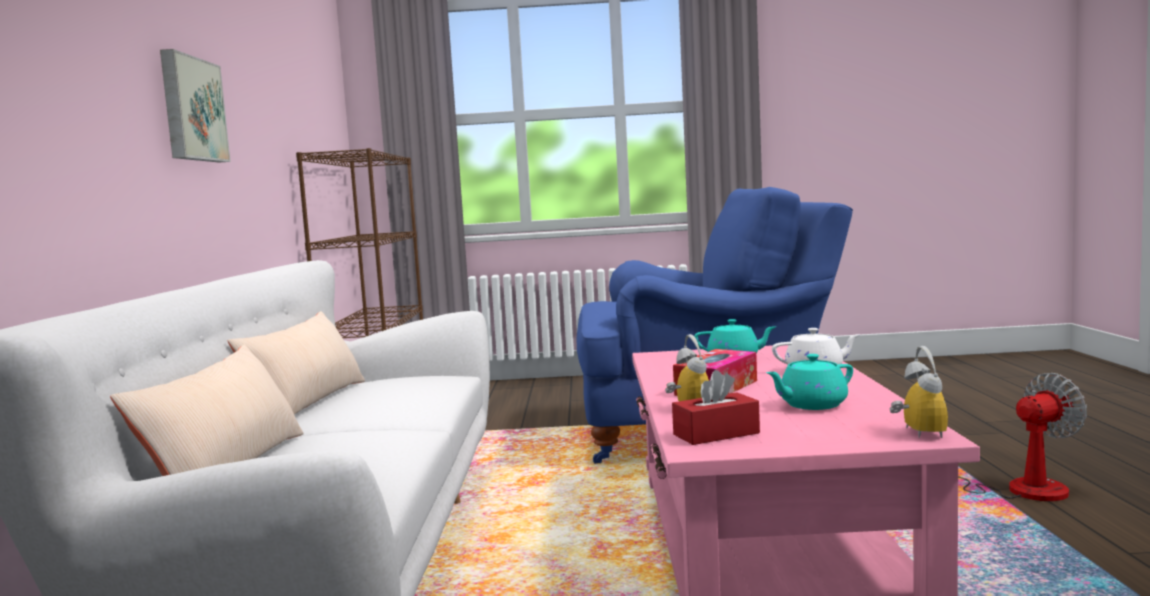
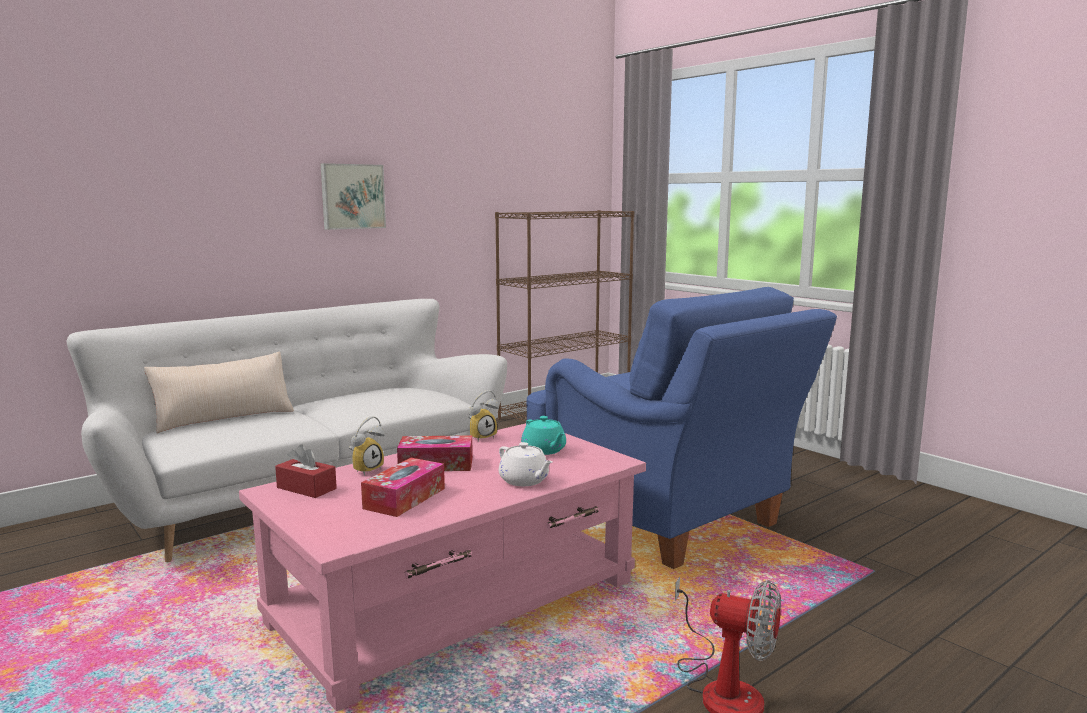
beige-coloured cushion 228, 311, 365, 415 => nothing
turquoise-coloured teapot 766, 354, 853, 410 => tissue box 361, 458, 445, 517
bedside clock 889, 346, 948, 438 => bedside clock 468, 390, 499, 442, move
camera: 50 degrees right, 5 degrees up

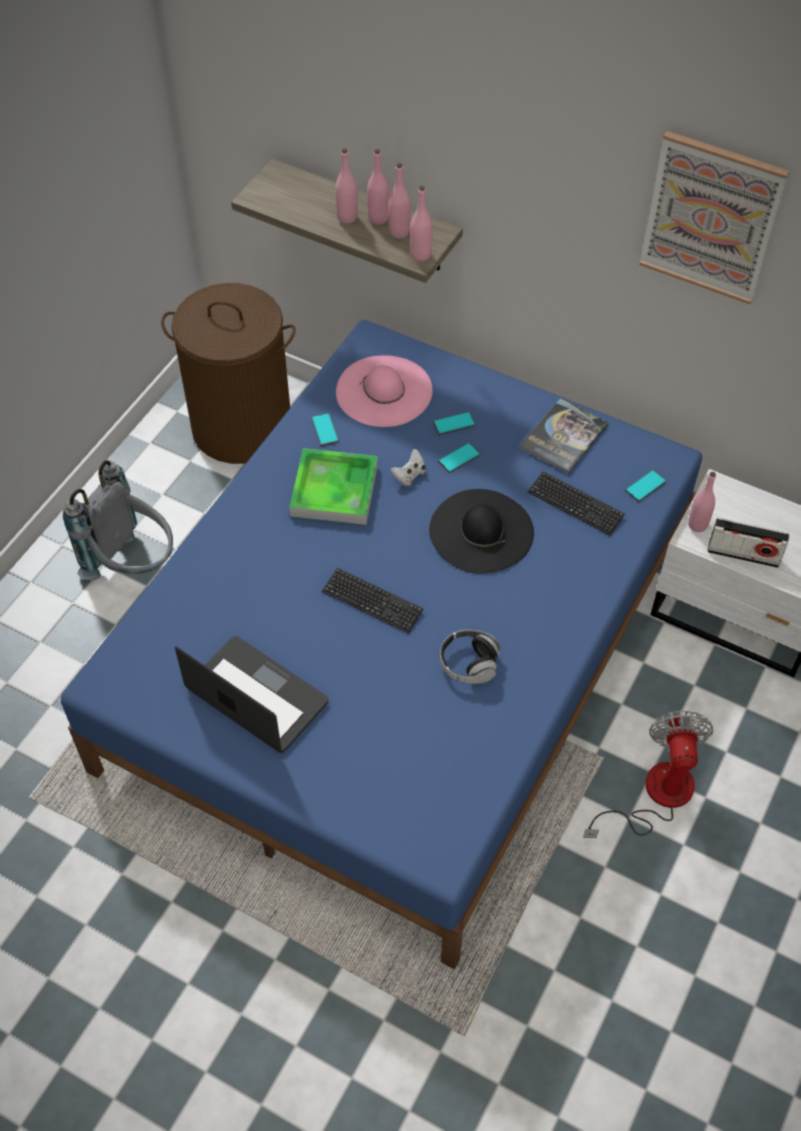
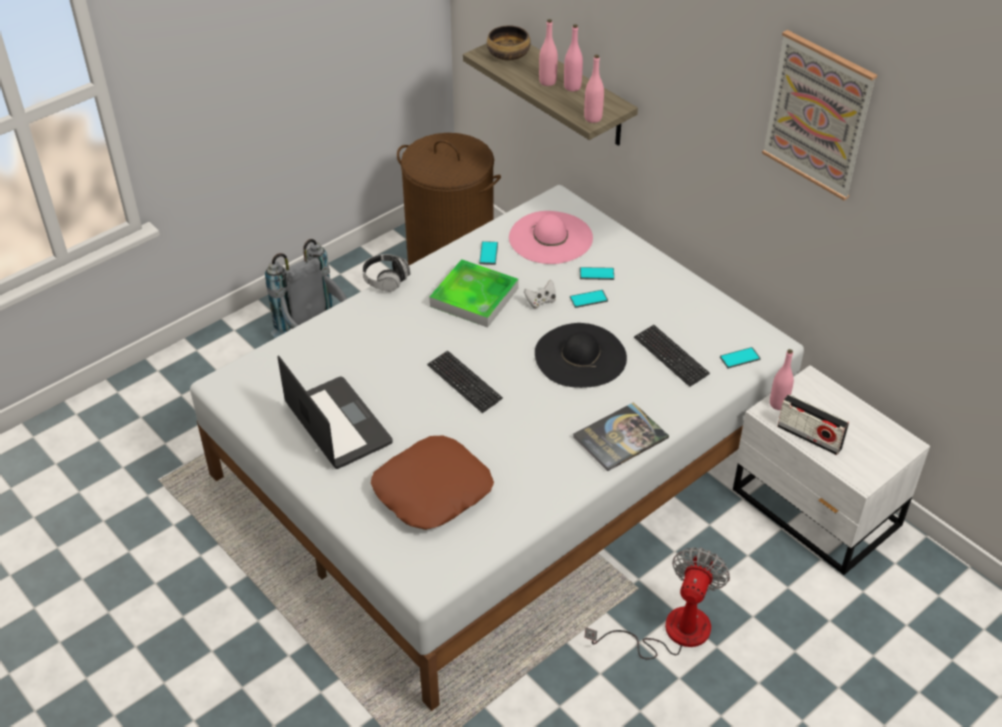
blue bedroom bed 61, 320, 702, 970 => white bedroom bed 190, 185, 804, 711
pink drink bottle 388, 163, 410, 238 => nothing
headphones 440, 629, 501, 684 => headphones 362, 254, 410, 292, move
bound book 519, 398, 609, 474 => bound book 573, 402, 669, 471, move
nothing => brown-coloured cushion 371, 435, 494, 530
nothing => serving bowl 487, 25, 530, 61
camera: 20 degrees right, 10 degrees down

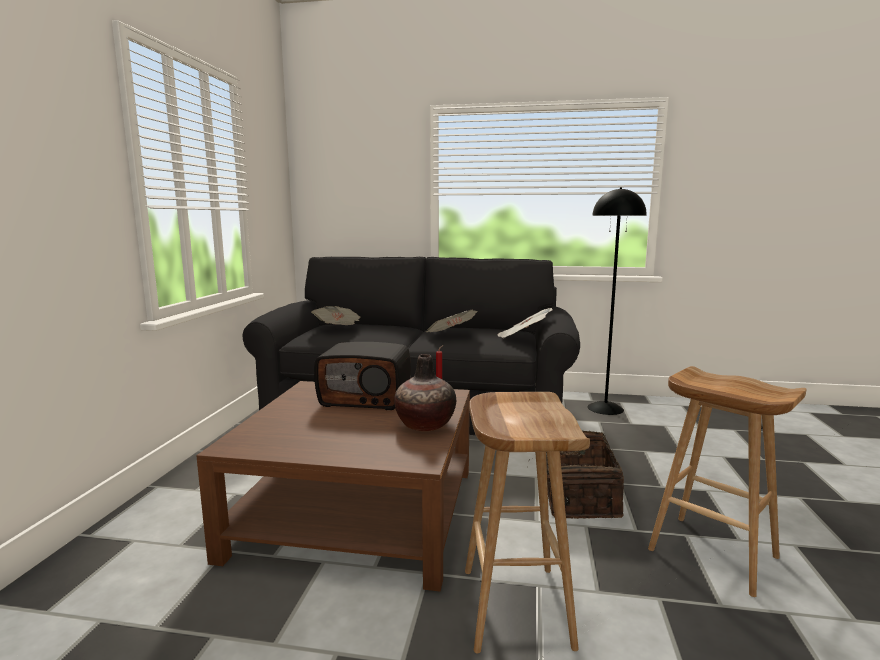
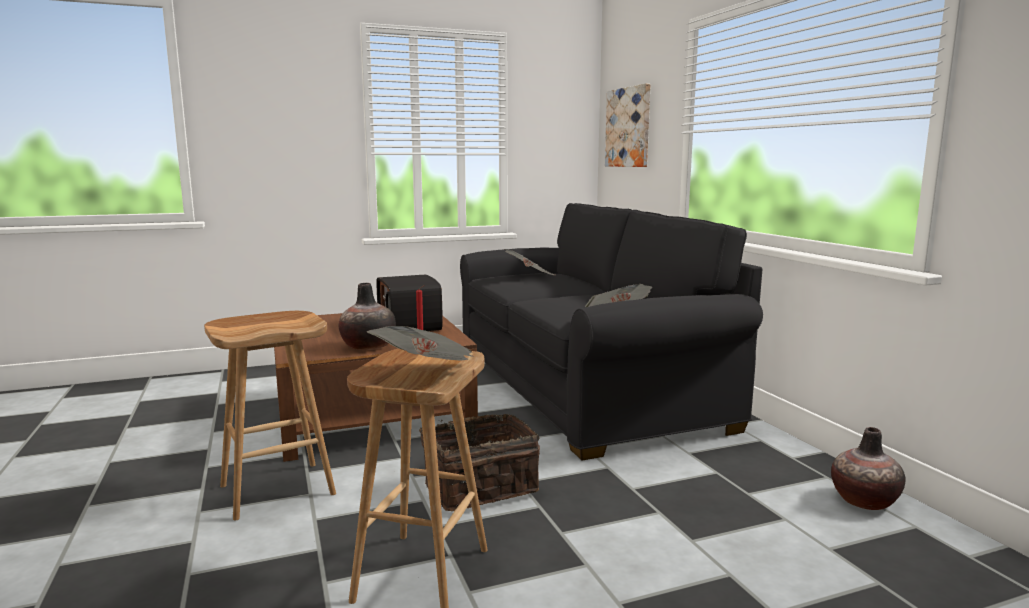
newspaper 426, 310, 478, 332 => newspaper 367, 326, 472, 360, move
black-coloured floor lamp 587, 187, 646, 415 => nothing
nothing => wall art 605, 83, 650, 167
nothing => vase 831, 427, 906, 510
camera: 60 degrees right, 0 degrees up

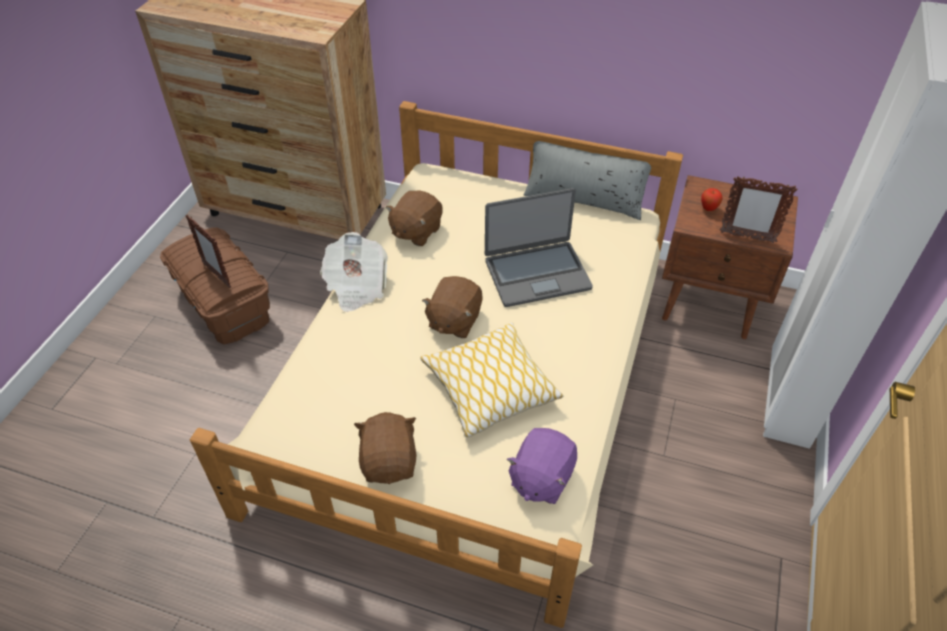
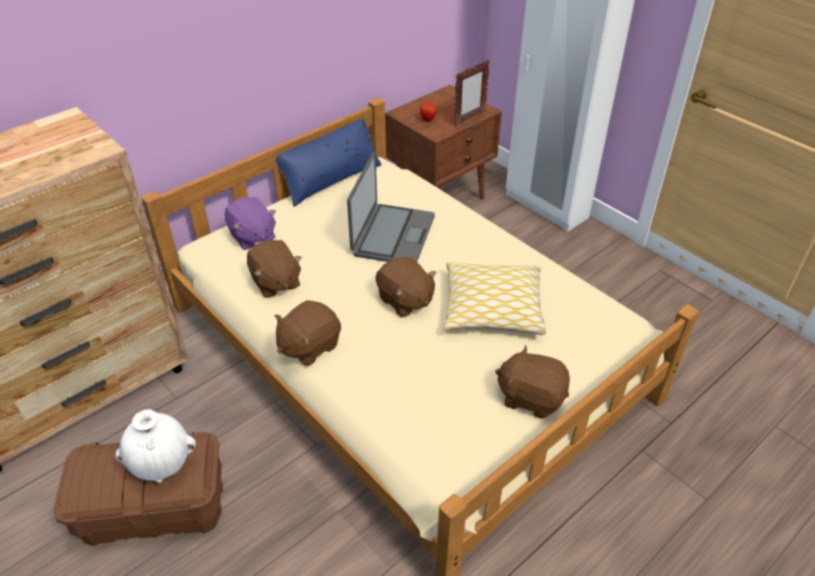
photo frame 186, 214, 231, 288 => white vase 116, 409, 196, 483
newspaper 320, 232, 388, 312 => brown-coloured cuddly toy 274, 300, 341, 366
purple-coloured cuddly toy 507, 428, 577, 504 => purple-coloured cuddly toy 225, 197, 276, 250, move
gray cushion 524, 141, 651, 220 => blue cushion 276, 119, 382, 207
camera: 60 degrees left, 5 degrees down

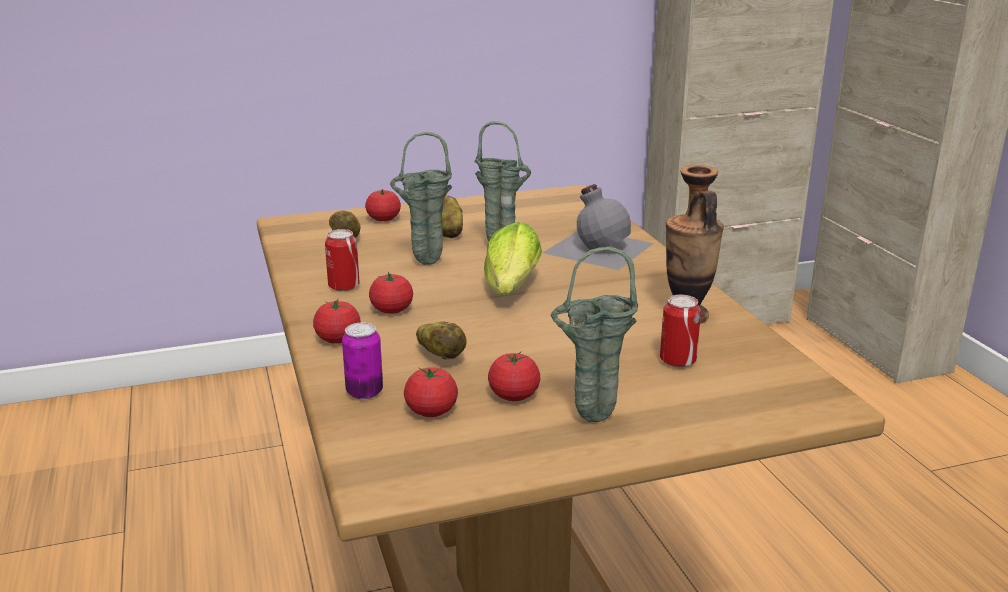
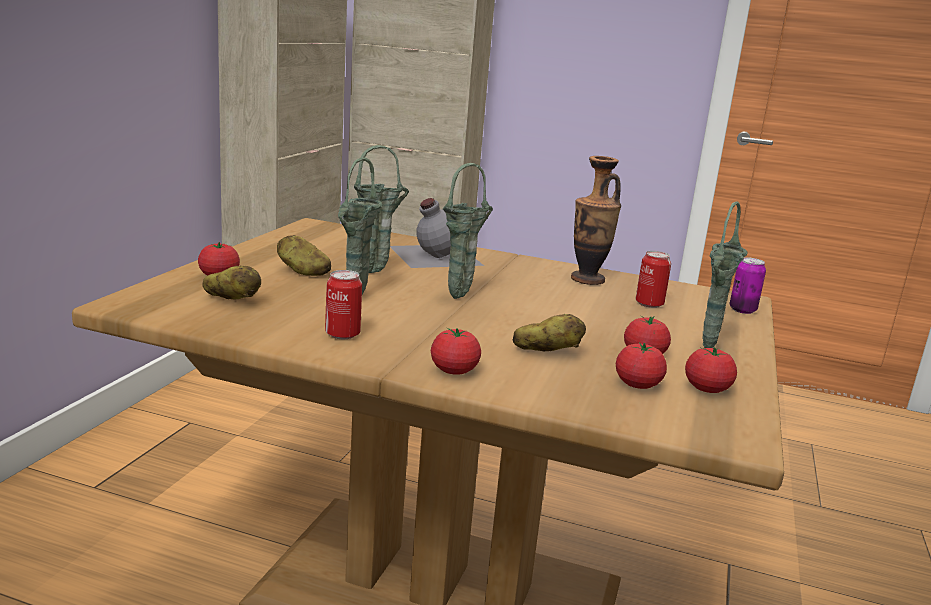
can 342, 323, 383, 399 => can 730, 257, 766, 314, move
whole tomato 369, 272, 413, 314 => whole tomato 685, 347, 737, 393, move
lettuce head 484, 222, 542, 295 => green vase 443, 163, 493, 299
camera: 55 degrees left, 5 degrees down

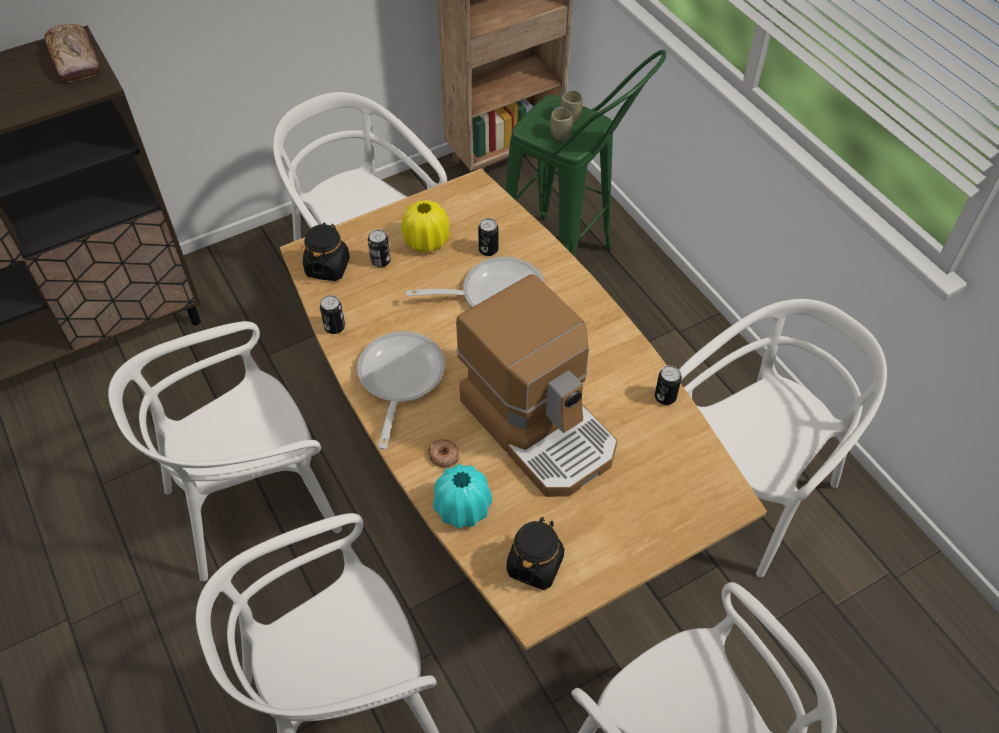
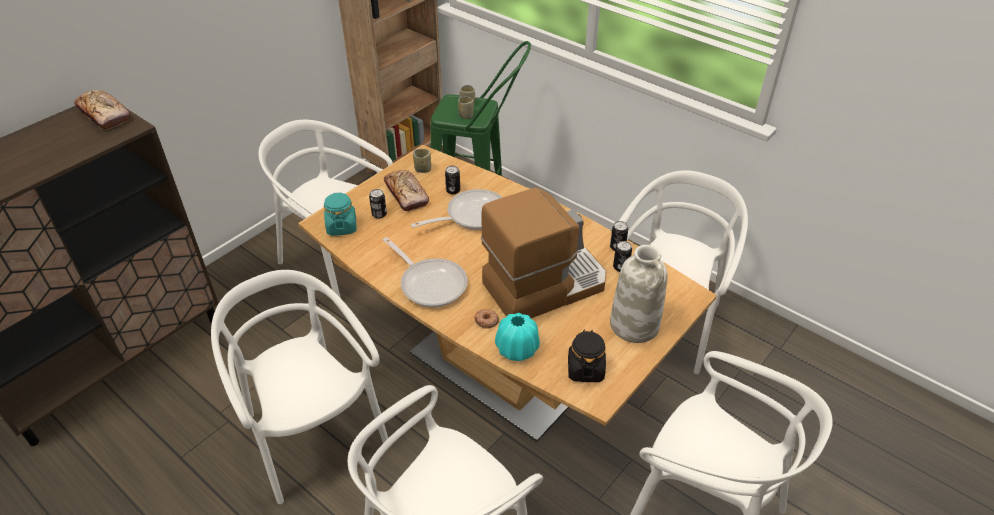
white plain chair 108, 321, 342, 581 => white plain chair 211, 270, 388, 504, 105 degrees clockwise
black-coloured preserve jar 303, 223, 350, 281 => turquoise-coloured preserve jar 324, 192, 356, 236
can 320, 295, 345, 334 => can 613, 241, 632, 272, move
frying pan 357, 331, 445, 450 => frying pan 383, 237, 468, 307, 150 degrees clockwise
yellowish vase 401, 200, 450, 252 => bread 384, 170, 429, 211
coffee maker 456, 274, 617, 497 => coffee maker 481, 187, 606, 318, 60 degrees counterclockwise
nothing => drinking cup 413, 149, 431, 173
nothing => white vase 610, 245, 668, 343
camera: 20 degrees left, 10 degrees down

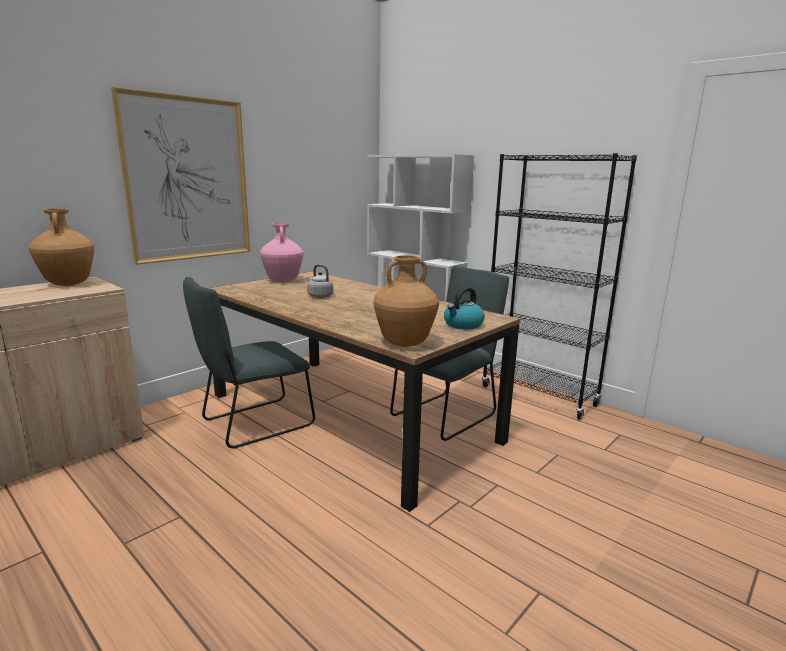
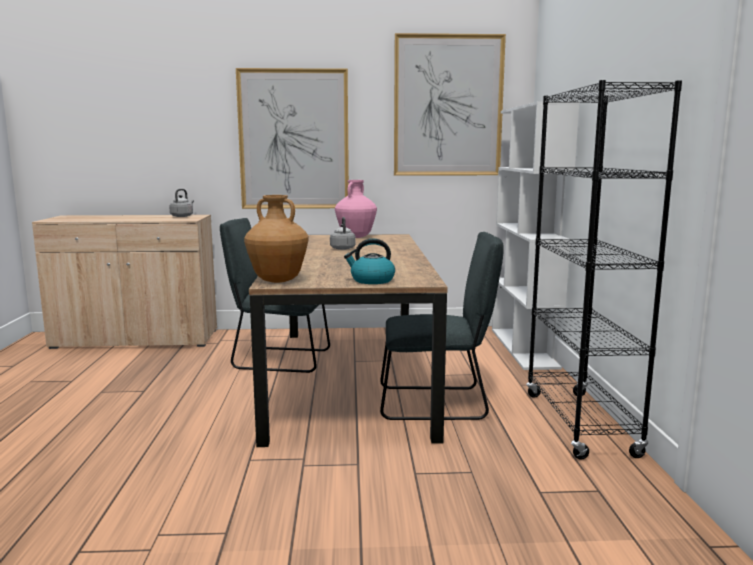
brown-coloured vase 29, 209, 95, 286 => gray water kettle 169, 189, 194, 217
nothing => wall art 394, 33, 506, 176
camera: 45 degrees right, 5 degrees down

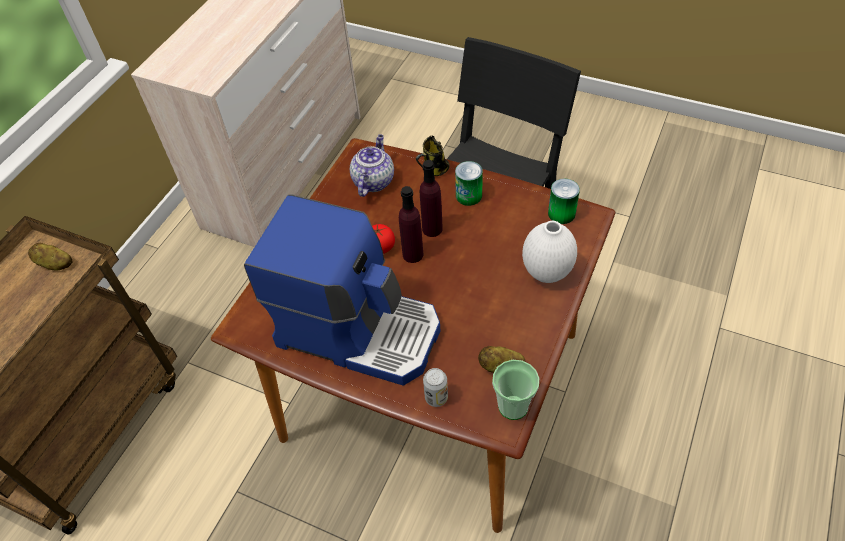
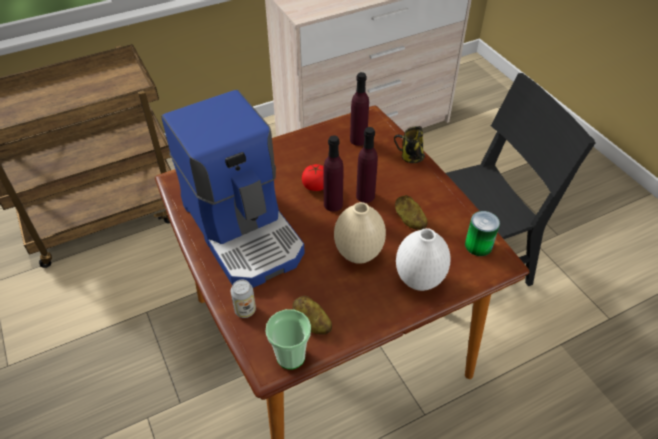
spud 28, 243, 73, 270 => spud 395, 195, 428, 230, move
teapot 350, 134, 394, 197 => purple-coloured drink bottle 350, 72, 369, 146
can 455, 161, 483, 206 => nothing
nothing => beige-coloured vase 334, 202, 386, 264
camera: 35 degrees right, 5 degrees down

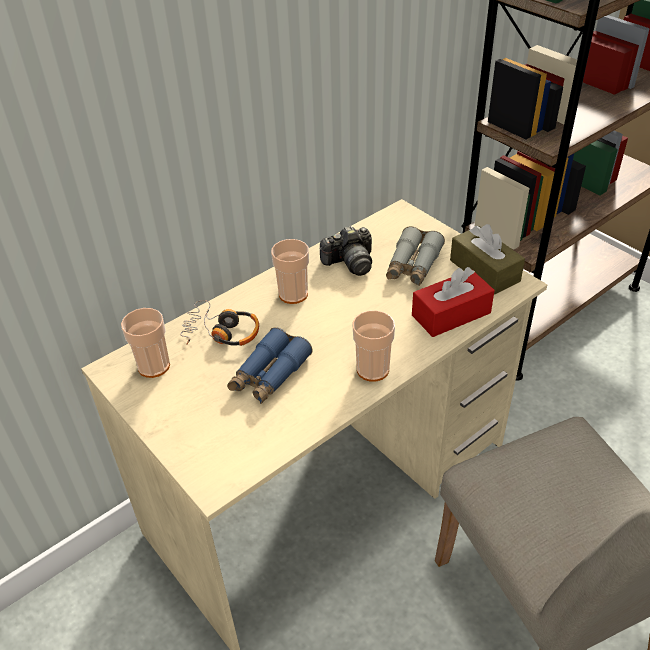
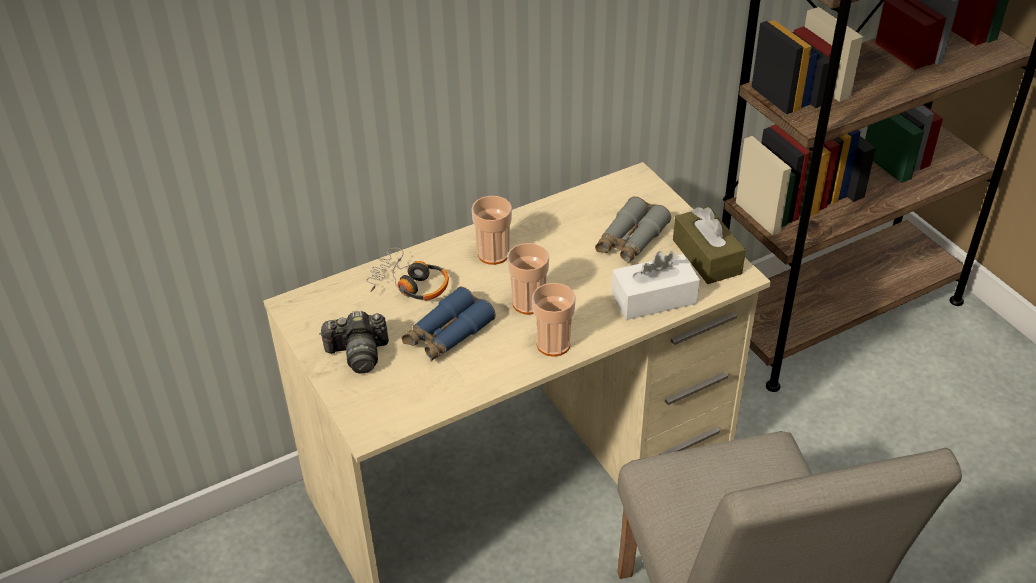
drinking cup 121, 308, 170, 378 => drinking cup 507, 243, 549, 315, move
photo camera 320, 226, 372, 276 => photo camera 319, 311, 389, 374, move
red-coloured tissue box 412, 267, 495, 337 => white tissue box 611, 251, 700, 320
camera: 10 degrees right, 0 degrees up

